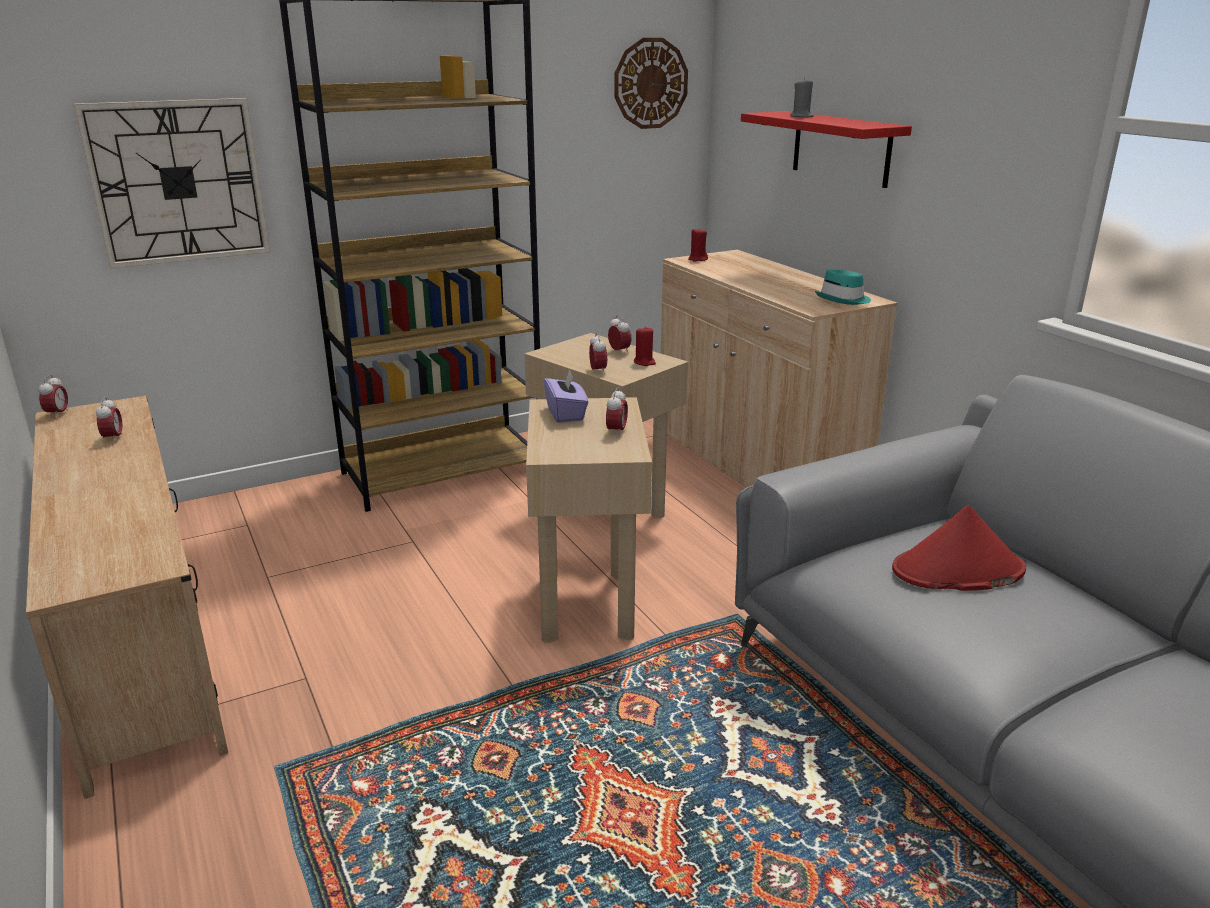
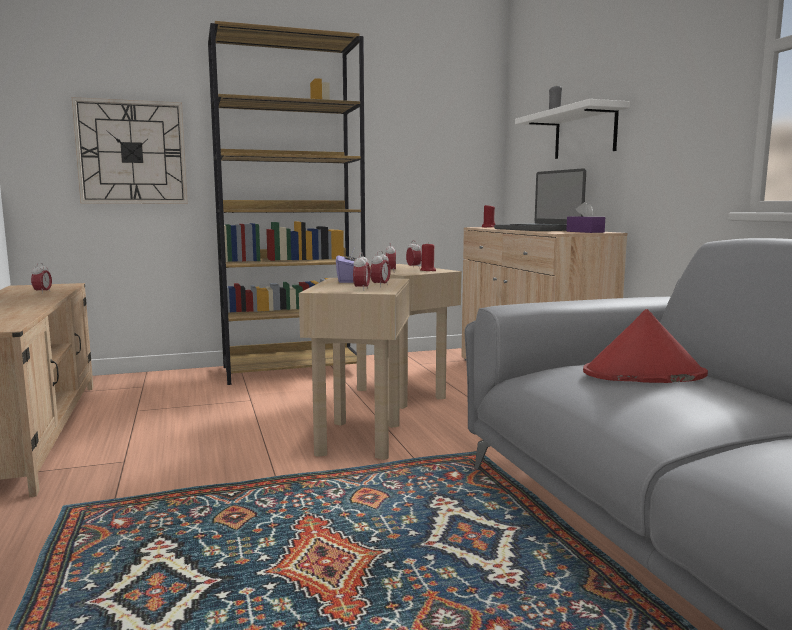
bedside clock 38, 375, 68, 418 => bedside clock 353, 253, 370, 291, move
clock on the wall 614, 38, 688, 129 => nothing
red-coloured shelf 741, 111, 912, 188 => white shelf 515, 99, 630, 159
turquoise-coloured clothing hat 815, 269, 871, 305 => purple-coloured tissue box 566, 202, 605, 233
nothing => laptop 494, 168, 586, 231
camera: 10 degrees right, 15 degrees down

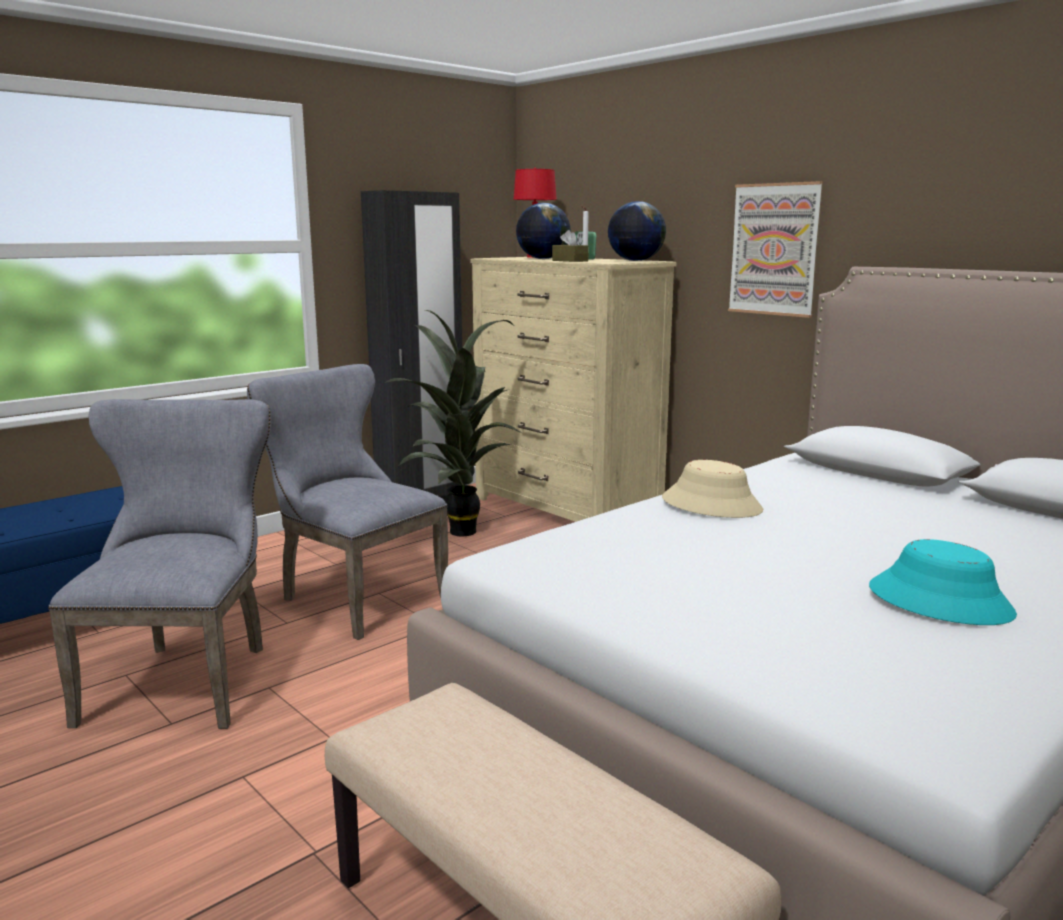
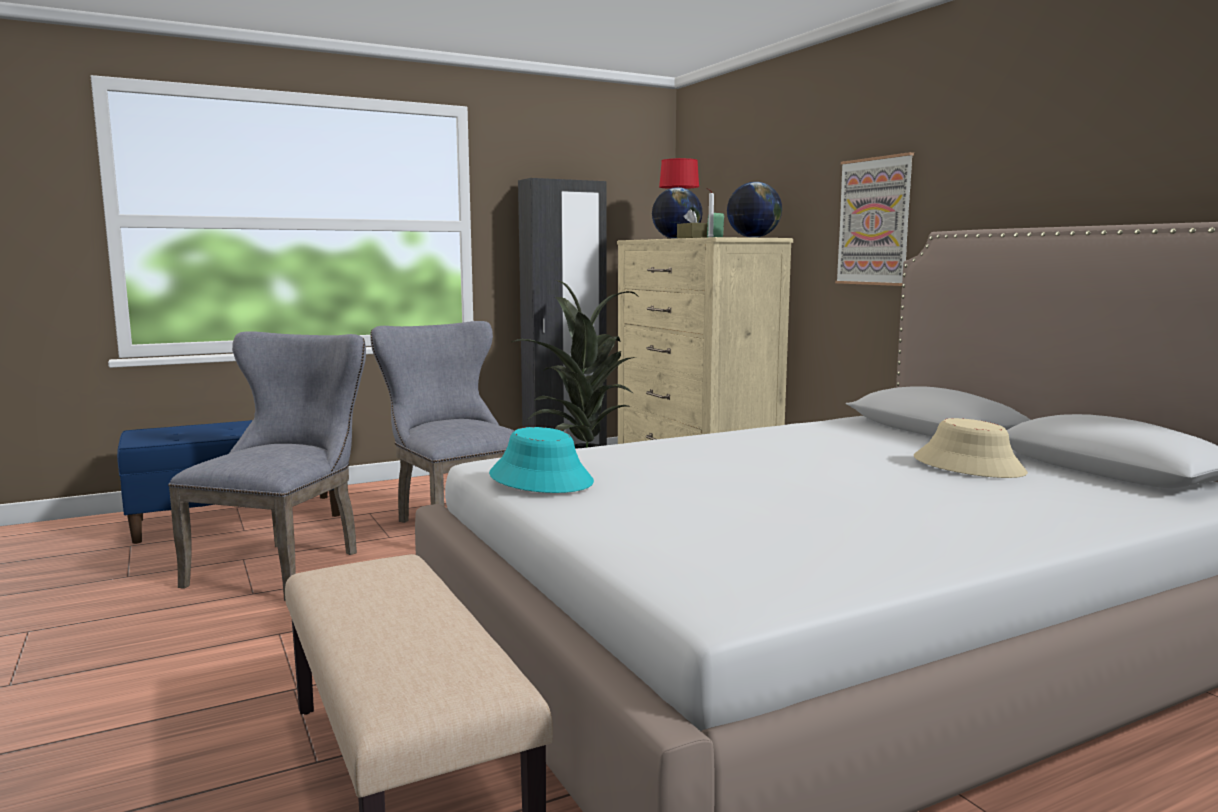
beige-coloured clothing hat 662, 460, 763, 518 => beige-coloured clothing hat 914, 418, 1028, 478, move
turquoise-coloured clothing hat 869, 539, 1017, 625 => turquoise-coloured clothing hat 489, 427, 594, 493, move
camera: 15 degrees right, 5 degrees down

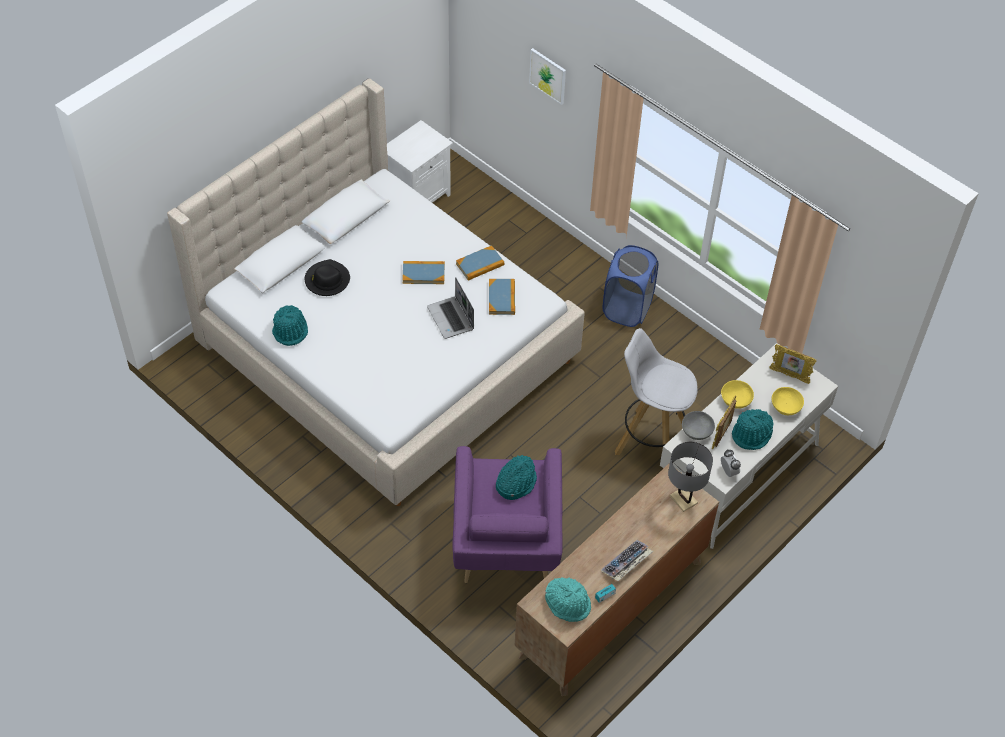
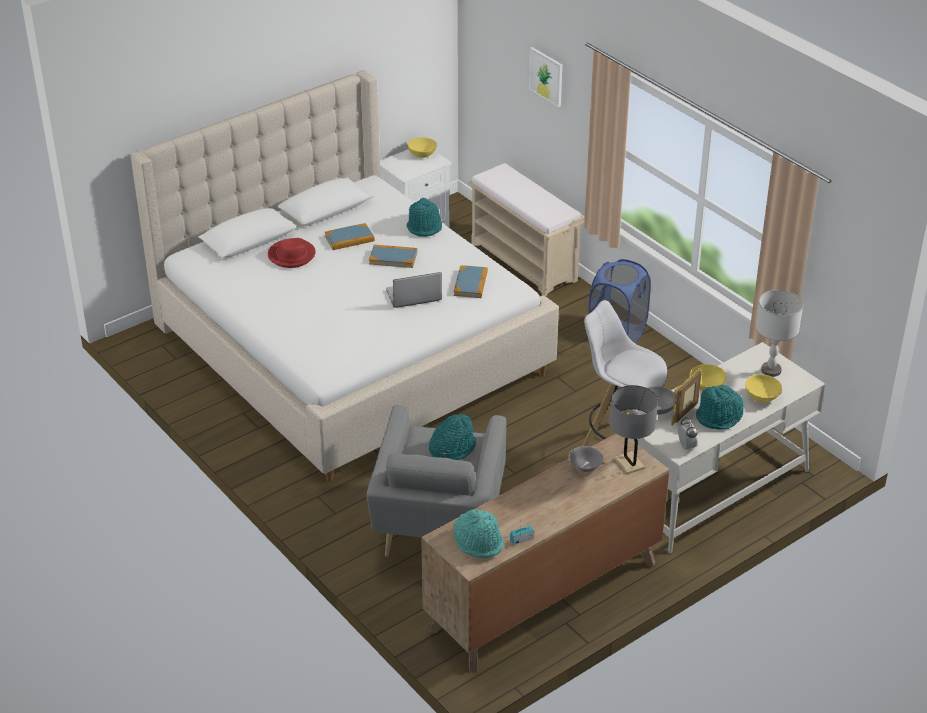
turquoise-coloured clothing hat 272, 305, 308, 346 => turquoise-coloured clothing hat 407, 198, 442, 237, move
black-coloured clothing hat 305, 259, 350, 296 => red-coloured clothing hat 268, 238, 316, 268
laptop 427, 277, 474, 339 => laptop 386, 272, 442, 308, 90 degrees clockwise
purple-coloured lounge chair 453, 446, 563, 583 => gray lounge chair 366, 405, 506, 557
bound book 456, 245, 504, 281 => bound book 325, 223, 374, 250, move
PC keyboard 601, 540, 653, 581 => nothing
photo frame 769, 344, 816, 384 => gray tabletop lamp 755, 290, 803, 377
nothing => yellowish serving bowl 408, 137, 437, 158
nothing => beige-coloured bench 468, 163, 585, 296
nothing => gray serving bowl 568, 446, 604, 472
camera: 10 degrees right, 15 degrees down

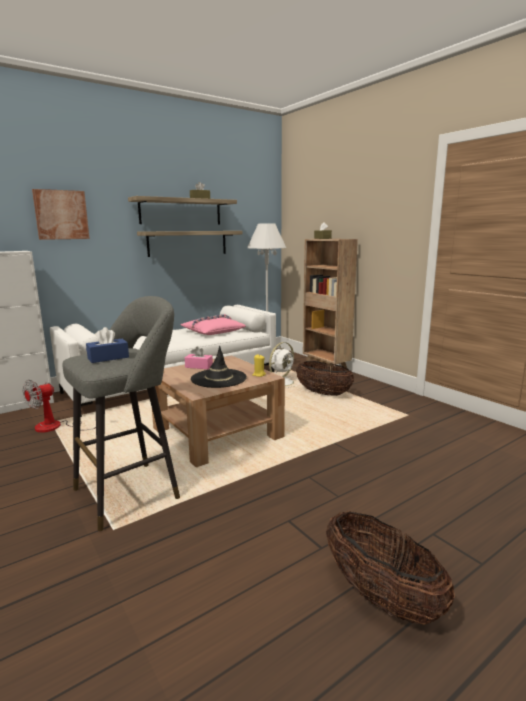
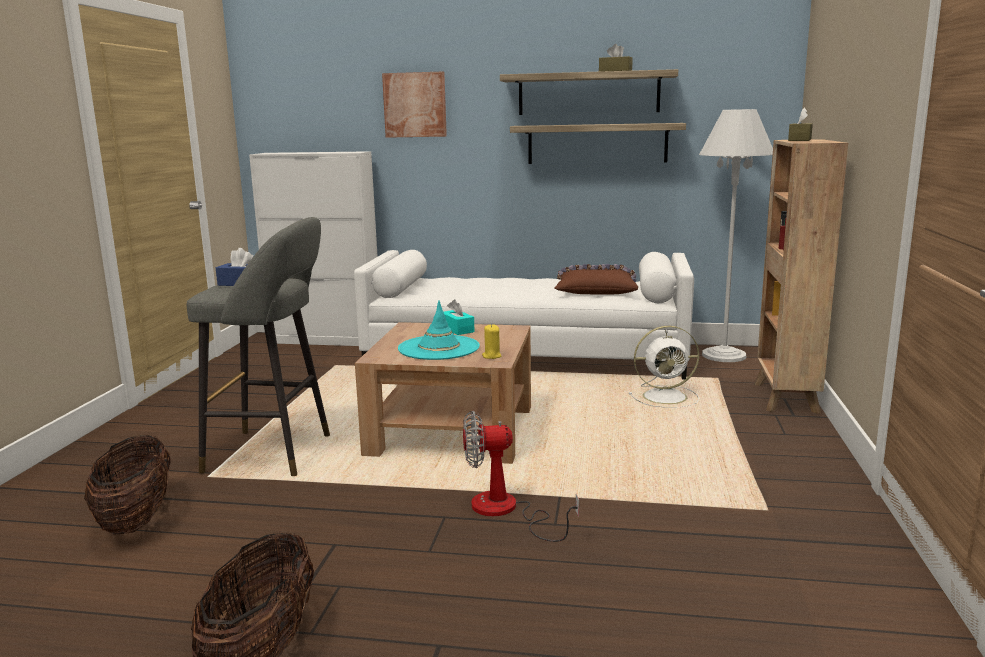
cooling fan 23, 380, 96, 433 => cooling fan 463, 411, 579, 542, move
pink cushion 180, 314, 246, 335 => brown-coloured cushion 554, 264, 638, 295
pink tissue box 185, 346, 213, 369 => turquoise-coloured tissue box 444, 300, 475, 335
black-coloured clothing hat 191, 346, 247, 388 => turquoise-coloured clothing hat 398, 301, 480, 360
storage basket 296, 361, 354, 396 => storage basket 84, 435, 171, 534, move
camera: 45 degrees right, 0 degrees up

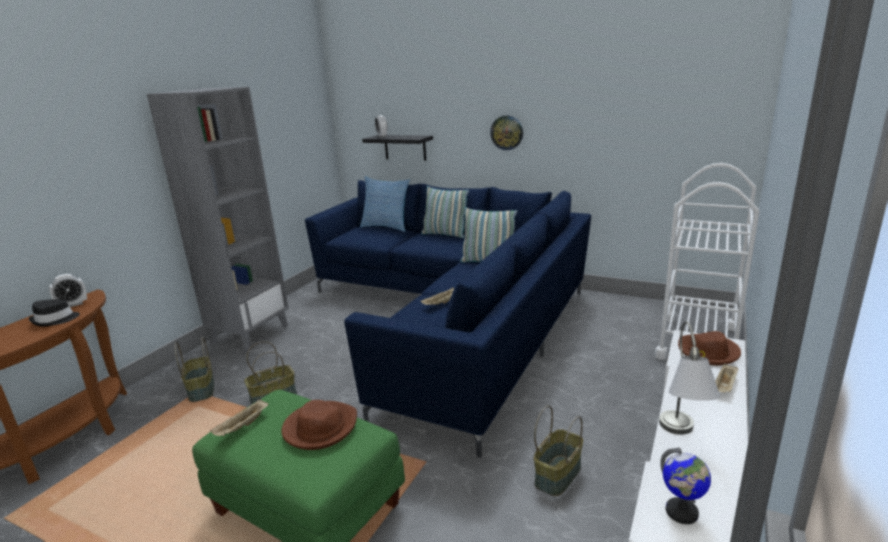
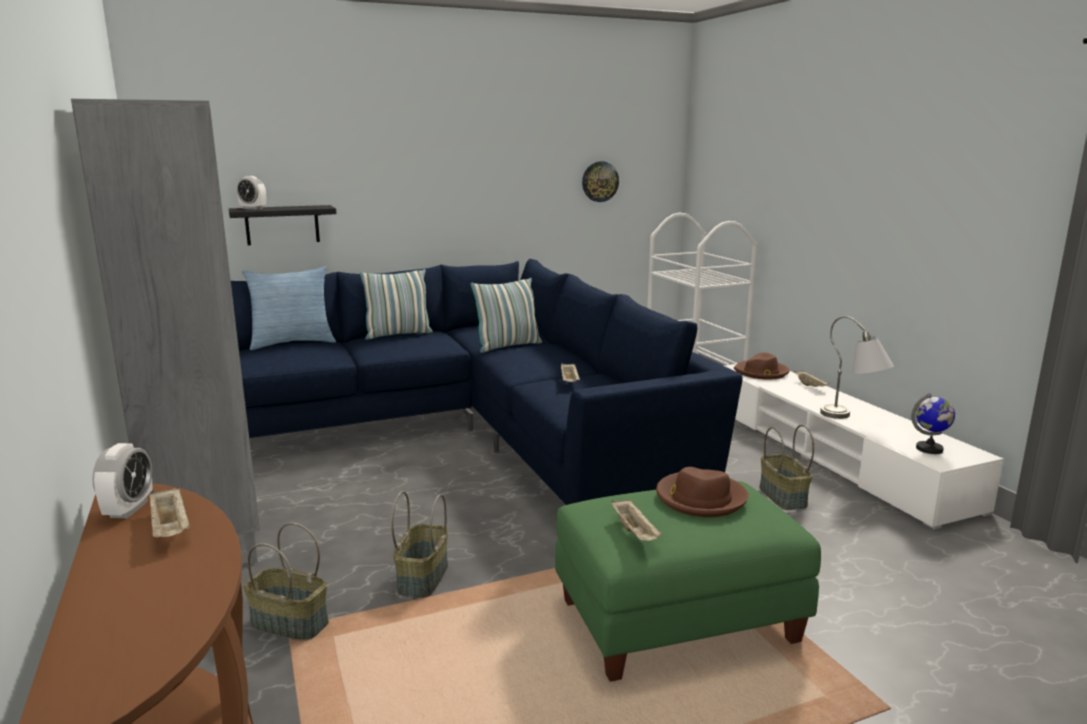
black-coloured clothing hat 29, 299, 80, 327 => beige-coloured carrying tray 150, 488, 190, 537
clock on the wall 490, 115, 523, 150 => clock on the wall 582, 161, 619, 202, move
camera: 50 degrees left, 5 degrees down

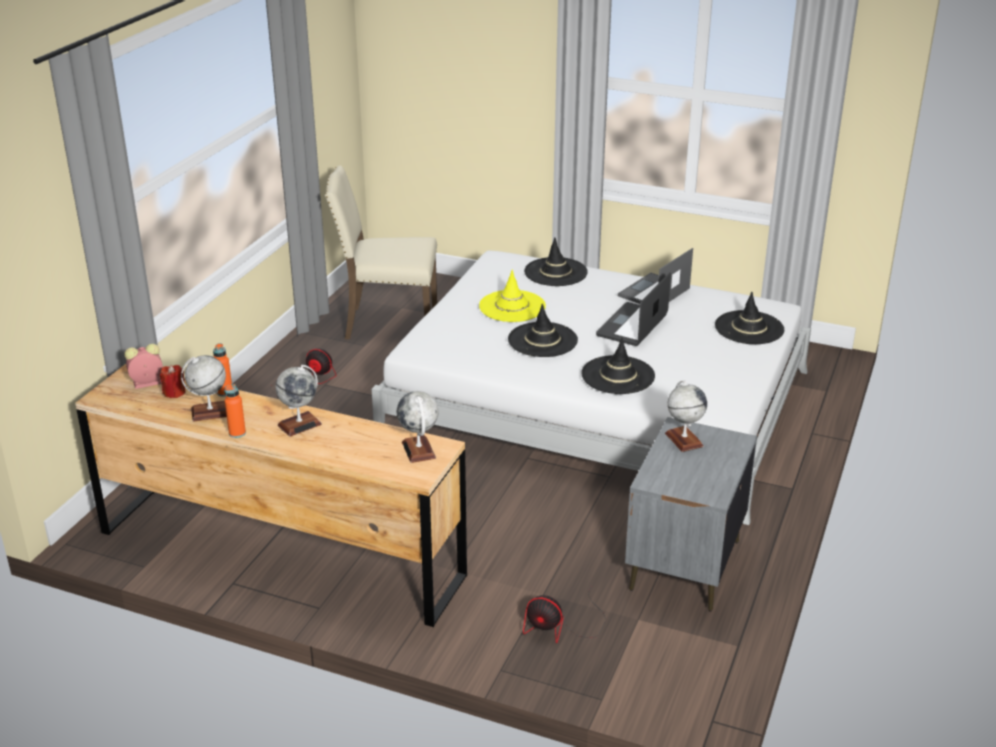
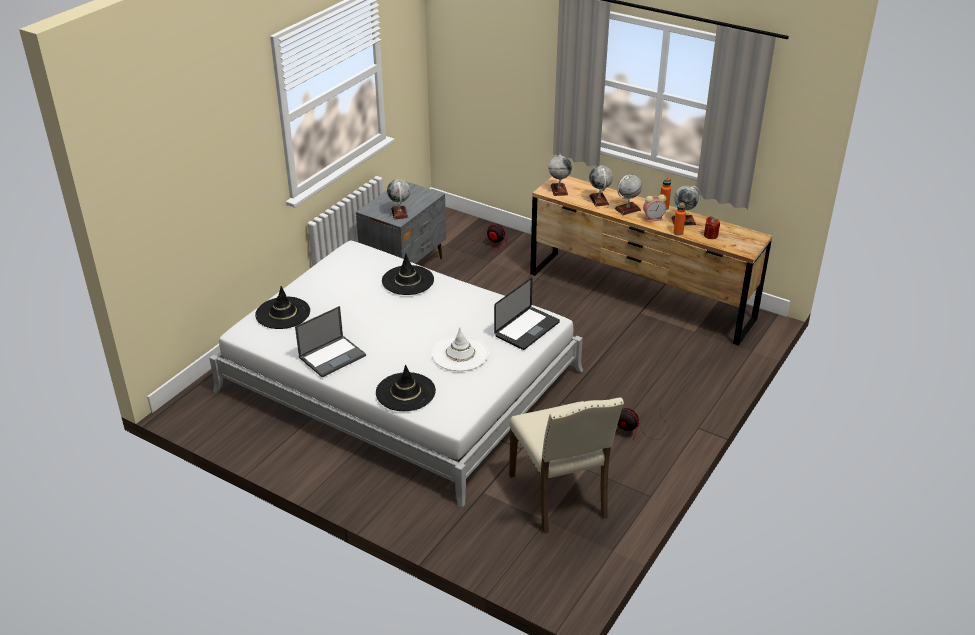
bedside clock 125, 344, 163, 389 => bedside clock 643, 194, 666, 222, move
beige-coloured plain chair 325, 166, 437, 339 => beige-coloured plain chair 509, 397, 624, 534, 60 degrees clockwise
yellowish clothing hat 479, 270, 546, 322 => white clothing hat 432, 327, 489, 371
black-coloured clothing hat 508, 304, 578, 357 => nothing
laptop 596, 272, 671, 346 => laptop 494, 277, 560, 350, move
nothing => world globe 589, 165, 613, 207
camera: 170 degrees left, 5 degrees up

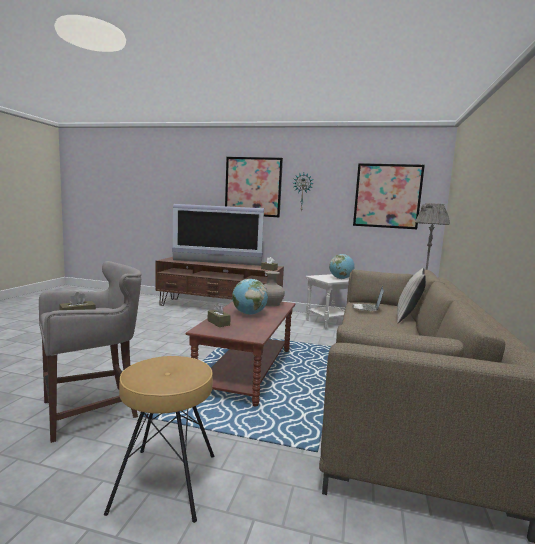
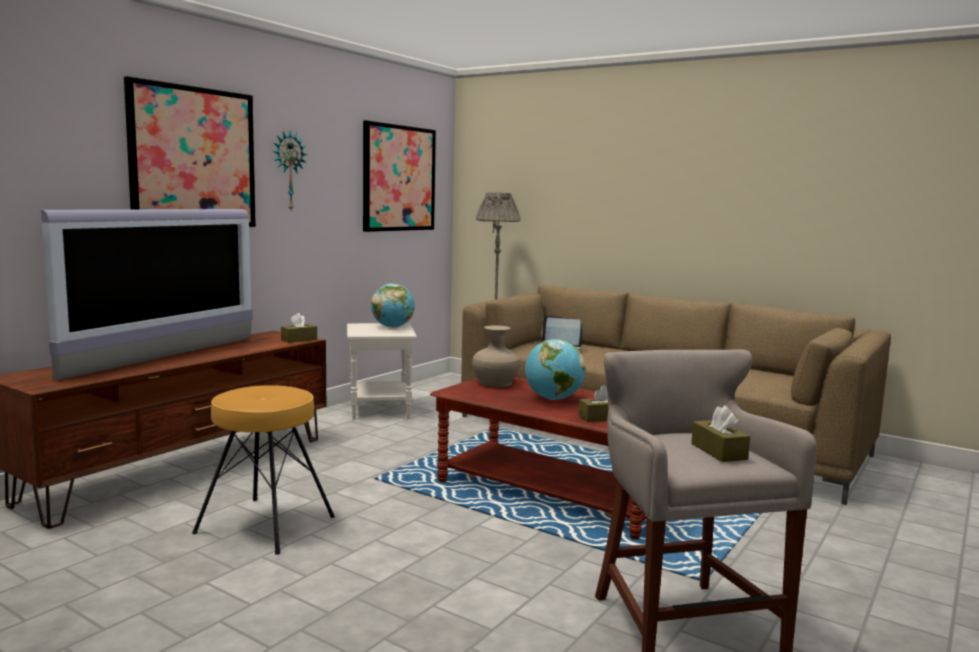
brown-coloured stool seat 104, 356, 215, 523 => brown-coloured stool seat 192, 385, 335, 555, move
beige-coloured cushion 397, 268, 426, 323 => nothing
camera: 70 degrees left, 0 degrees up

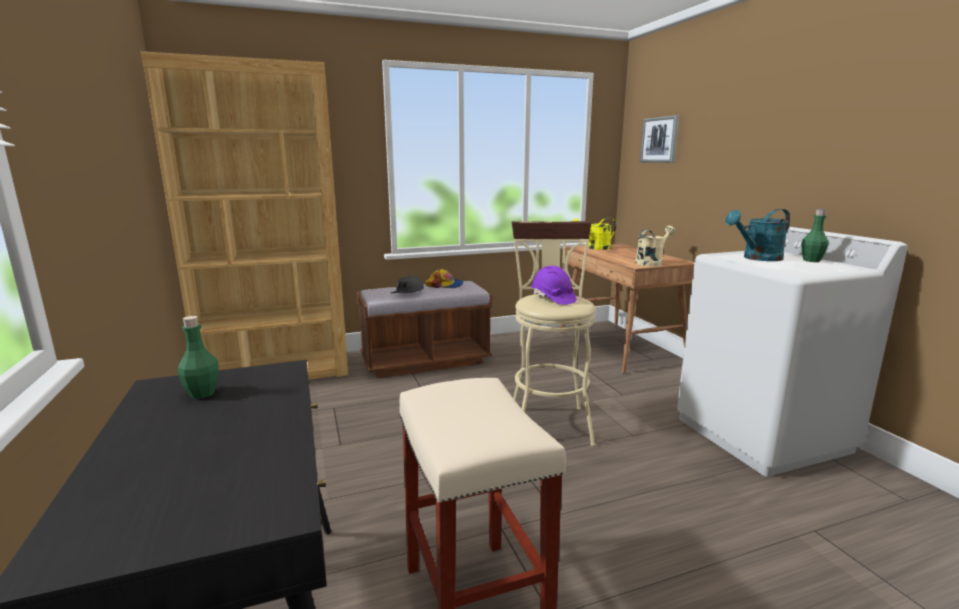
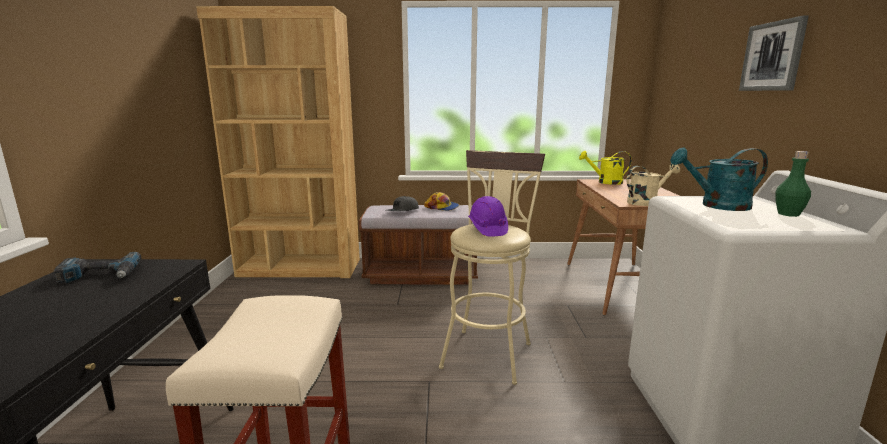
green drink bottle 178, 316, 219, 399 => electric drill 54, 252, 142, 284
wall art 640, 115, 679, 163 => wall art 739, 15, 809, 91, move
camera: 20 degrees right, 0 degrees up

